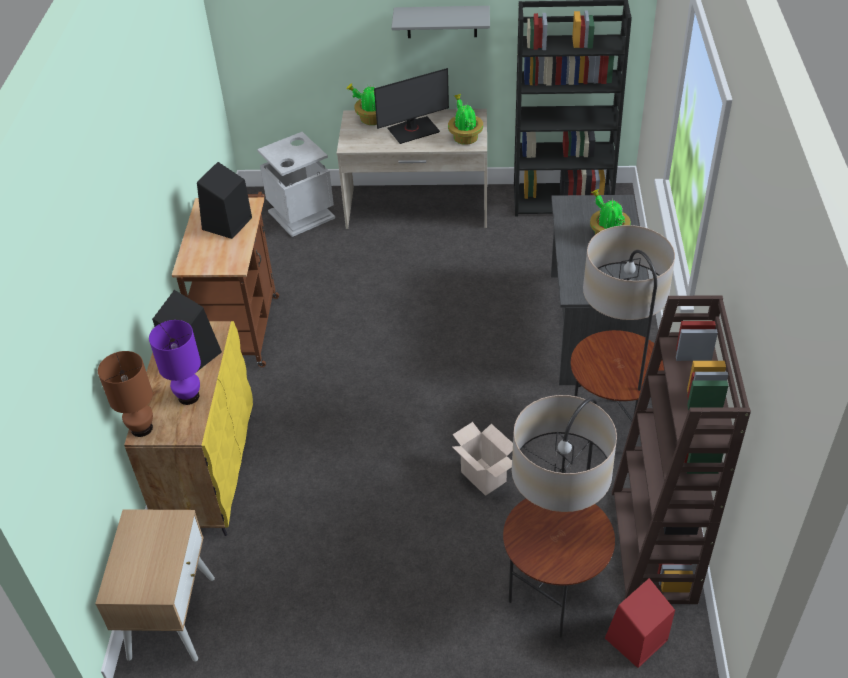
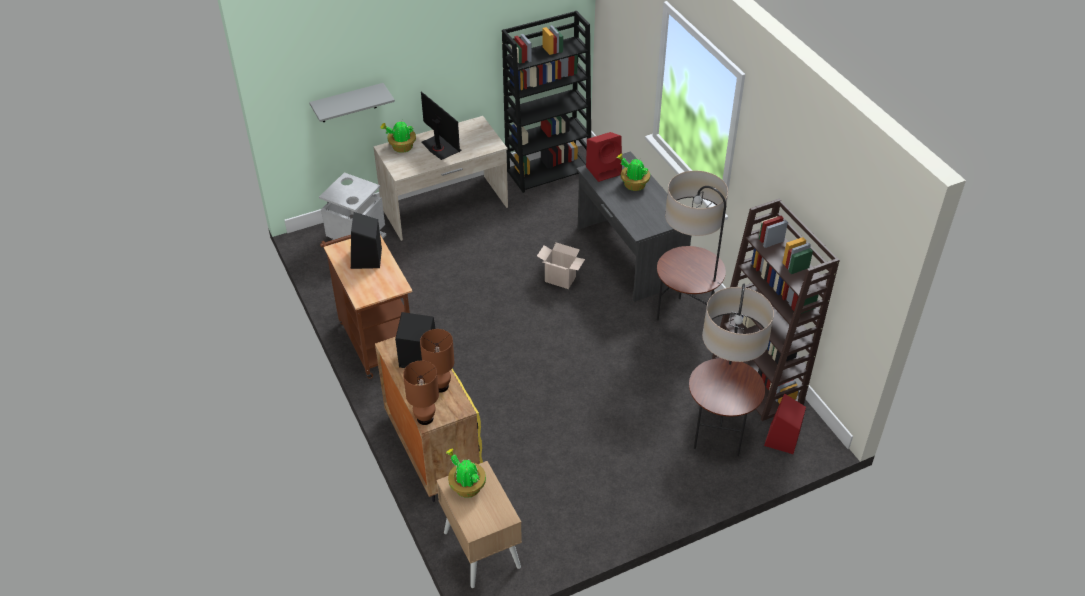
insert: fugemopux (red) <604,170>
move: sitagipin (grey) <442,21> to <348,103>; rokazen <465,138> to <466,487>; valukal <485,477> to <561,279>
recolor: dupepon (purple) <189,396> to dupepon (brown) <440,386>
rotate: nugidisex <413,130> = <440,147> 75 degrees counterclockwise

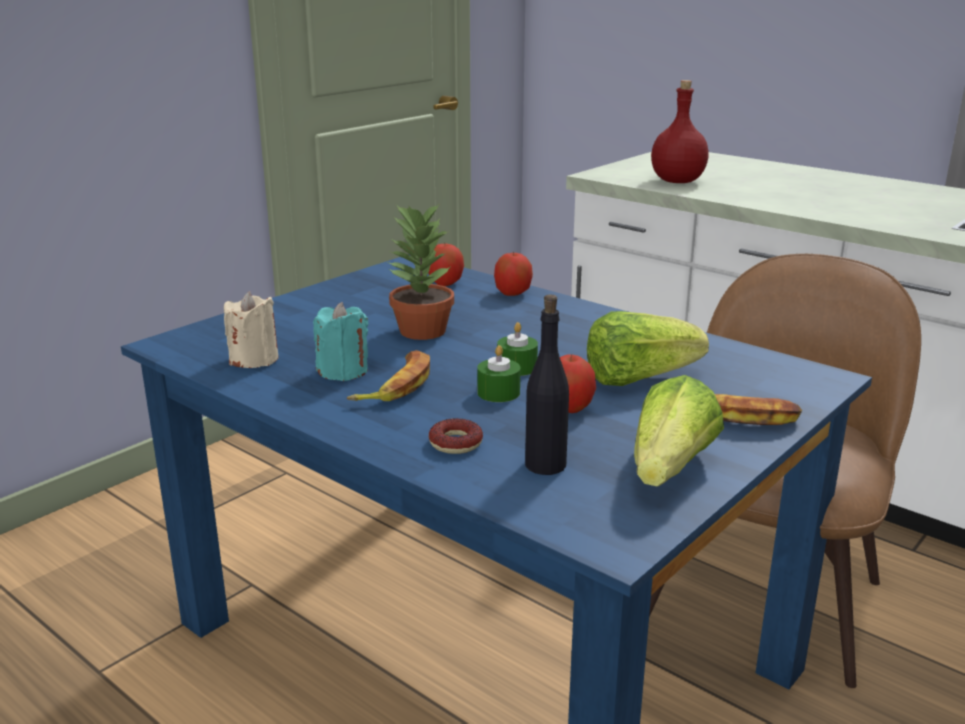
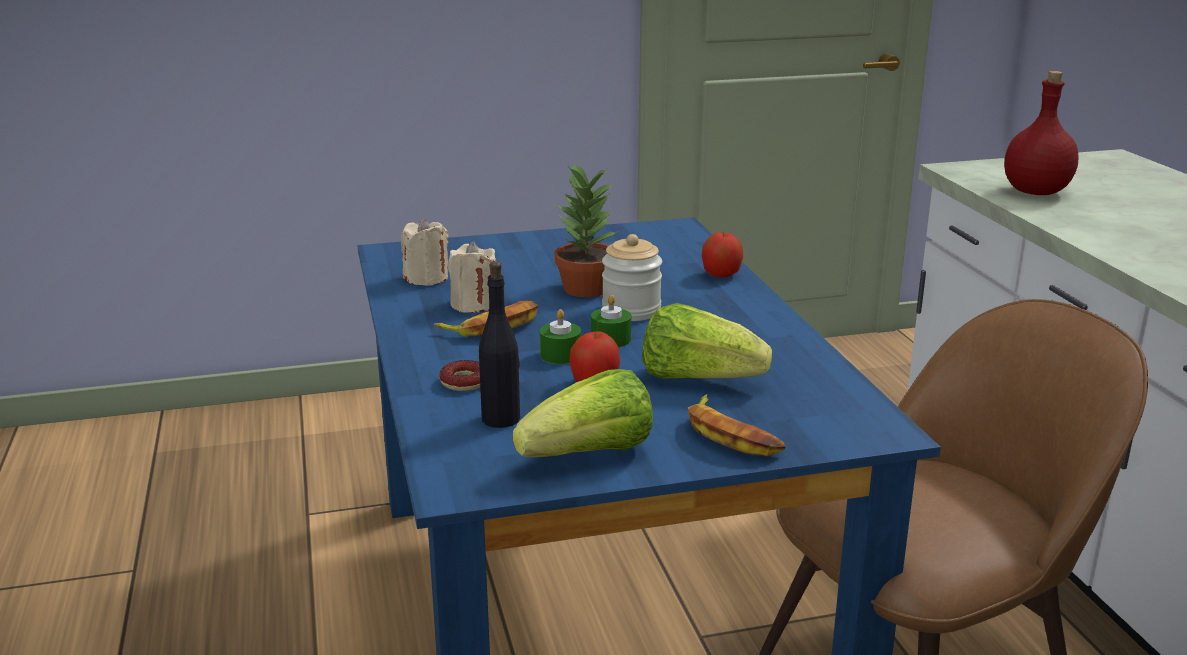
delete: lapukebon <445,283>
insert: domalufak <631,310>
recolor: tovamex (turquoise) <343,371> to tovamex (beige) <473,305>

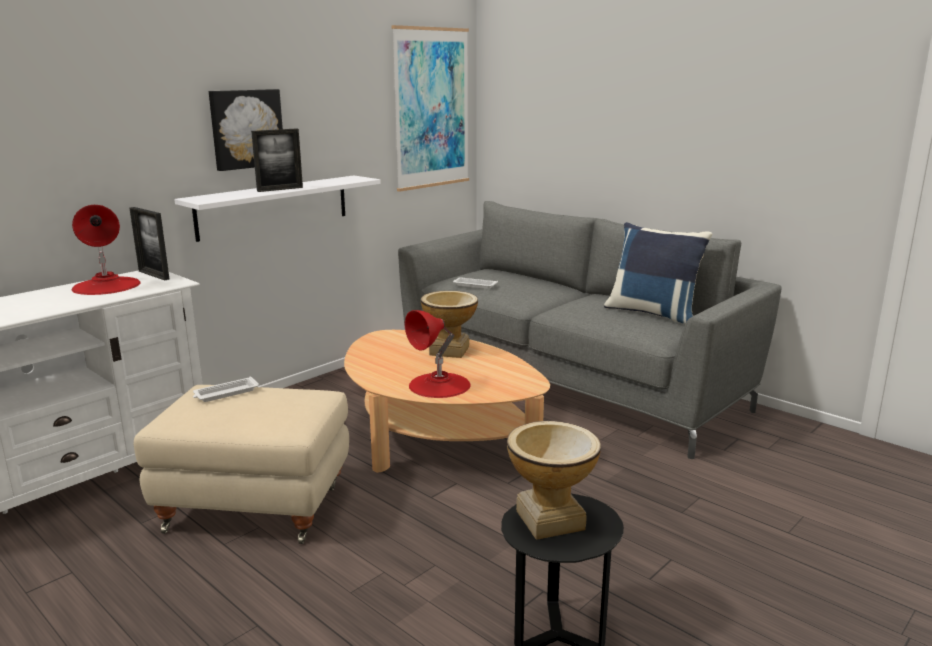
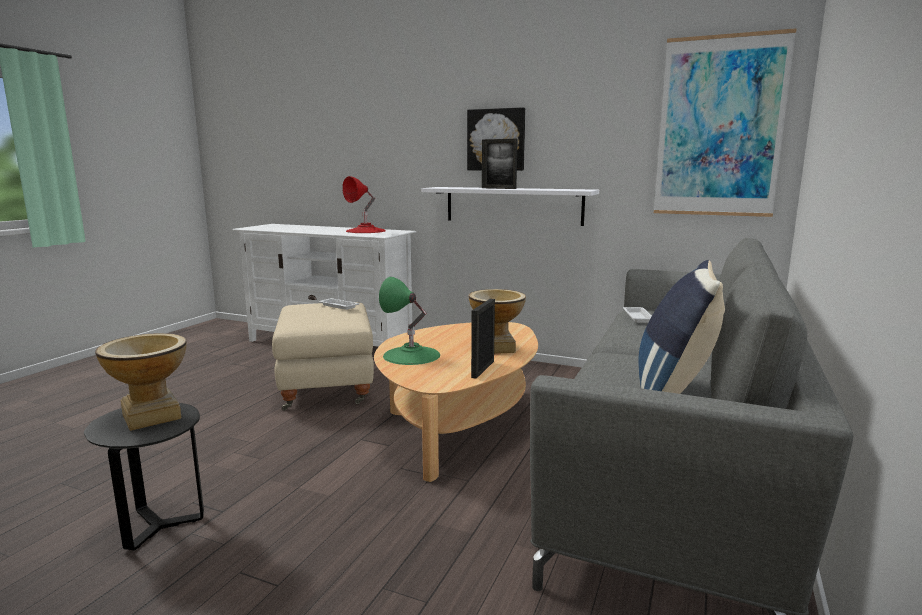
move: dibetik <153,275> to <483,369>
recolor: dupepon (red) <439,385> to dupepon (green) <411,355>

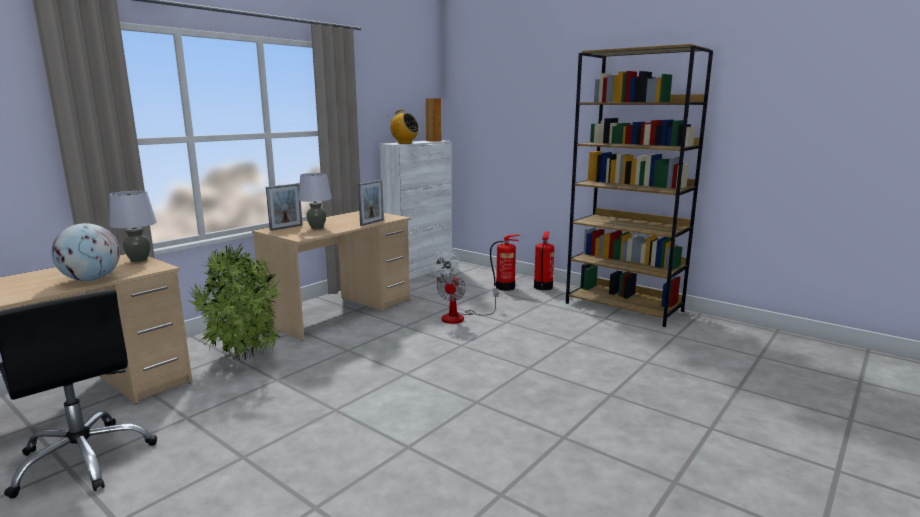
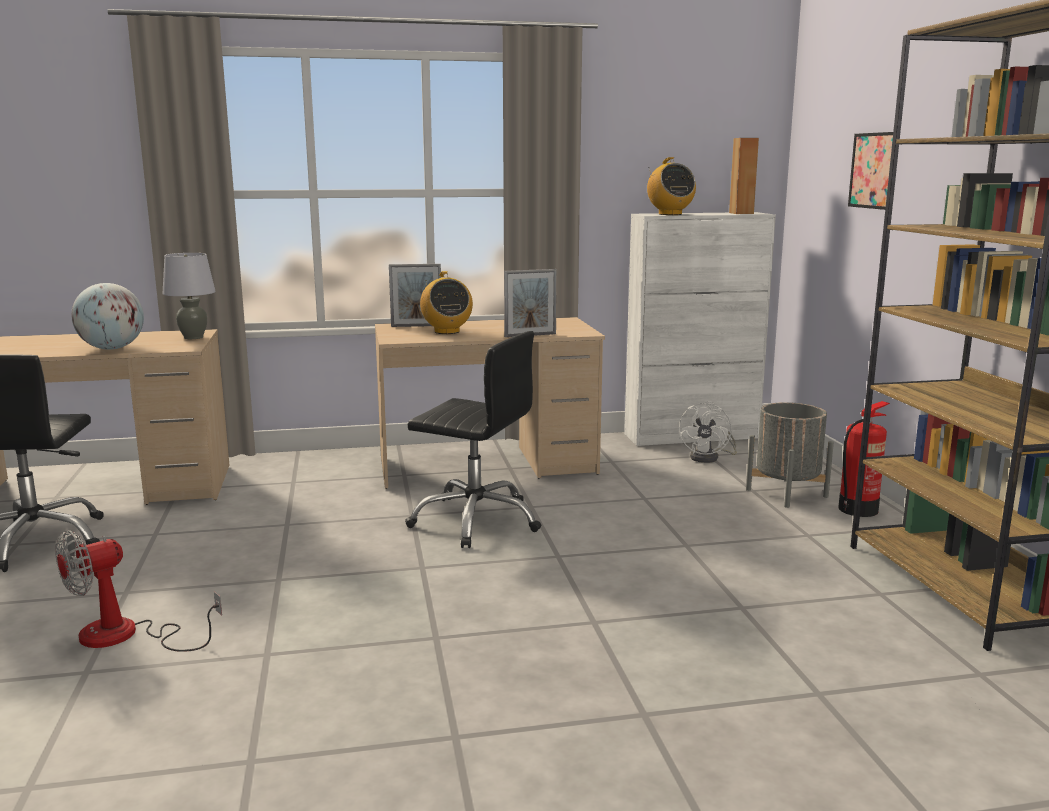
delete: rokazen <246,358>
insert: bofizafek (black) <476,520>; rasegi <873,170>
move: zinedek <460,317> to <126,636>
replace: dupepon (grey) <317,228> to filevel <446,331>; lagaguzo <505,287> to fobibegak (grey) <786,493>

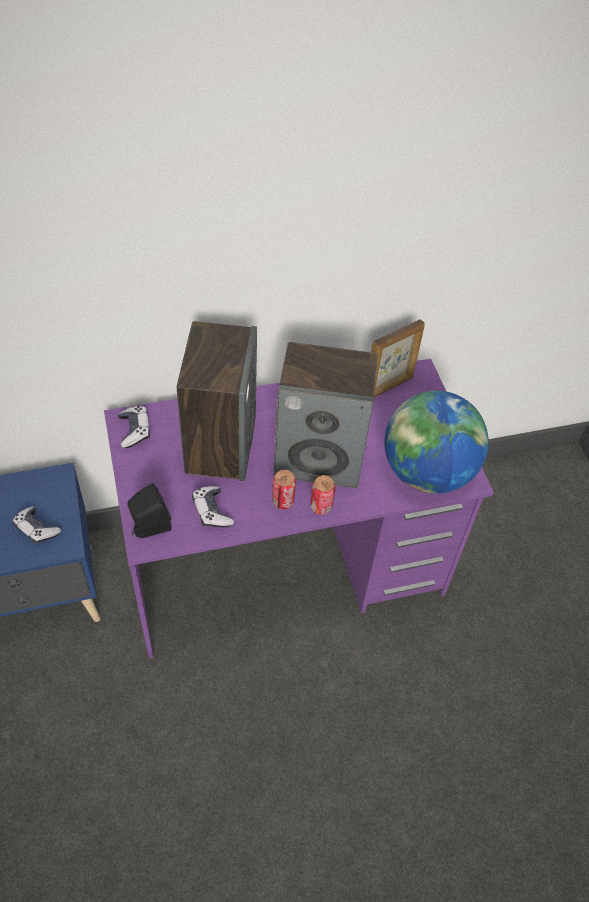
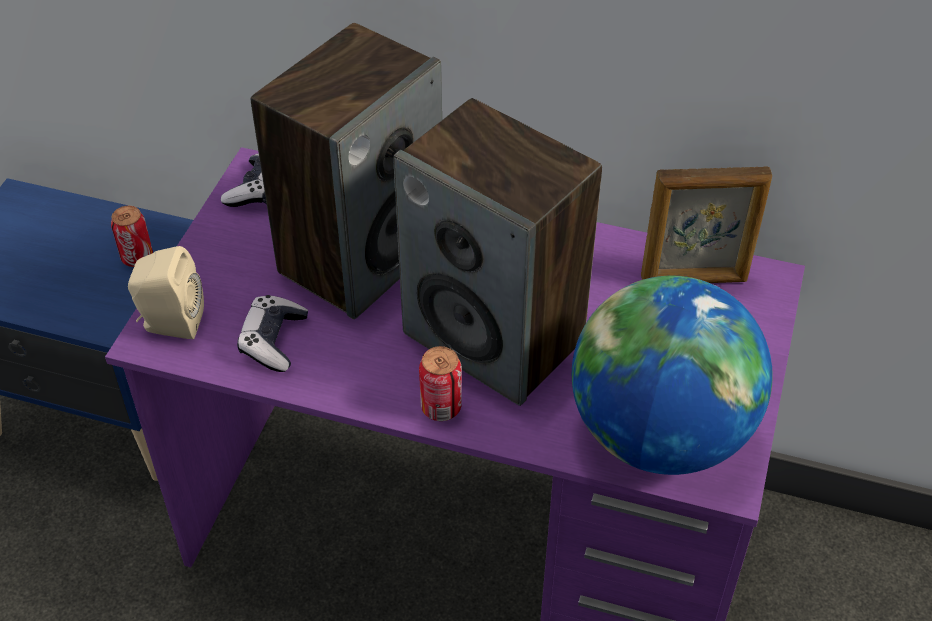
delete: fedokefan <36,529>
move: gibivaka <283,501> to <137,258>
recolor: fugemopux (black) <149,528> to fugemopux (beige) <170,324>

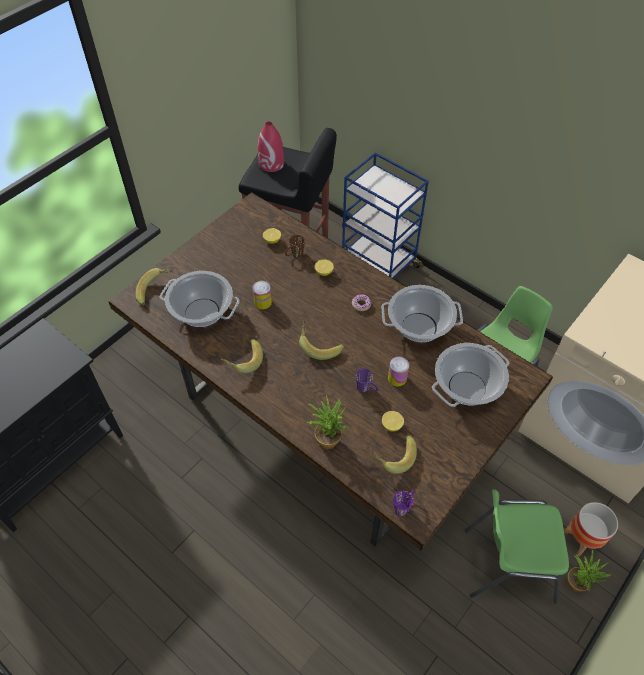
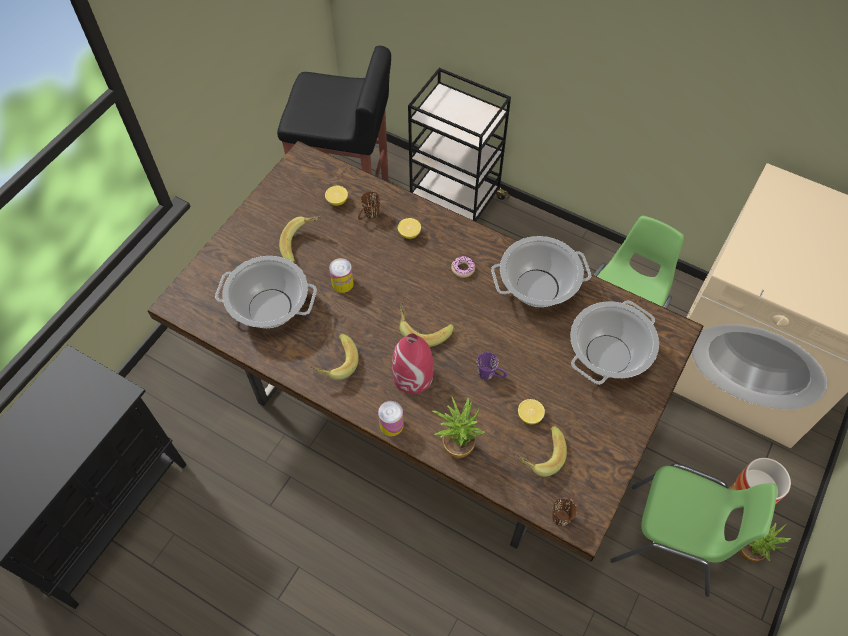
move: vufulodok <156,291> to <303,245>; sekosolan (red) <271,164> to <413,376>; gibivaka <397,378> to <391,425>
recolor: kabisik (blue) <378,264> to kabisik (black) <455,201>; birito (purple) <403,505> to birito (brown) <563,512>
rotate: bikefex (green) <507,563> = <669,542> 150 degrees counterclockwise

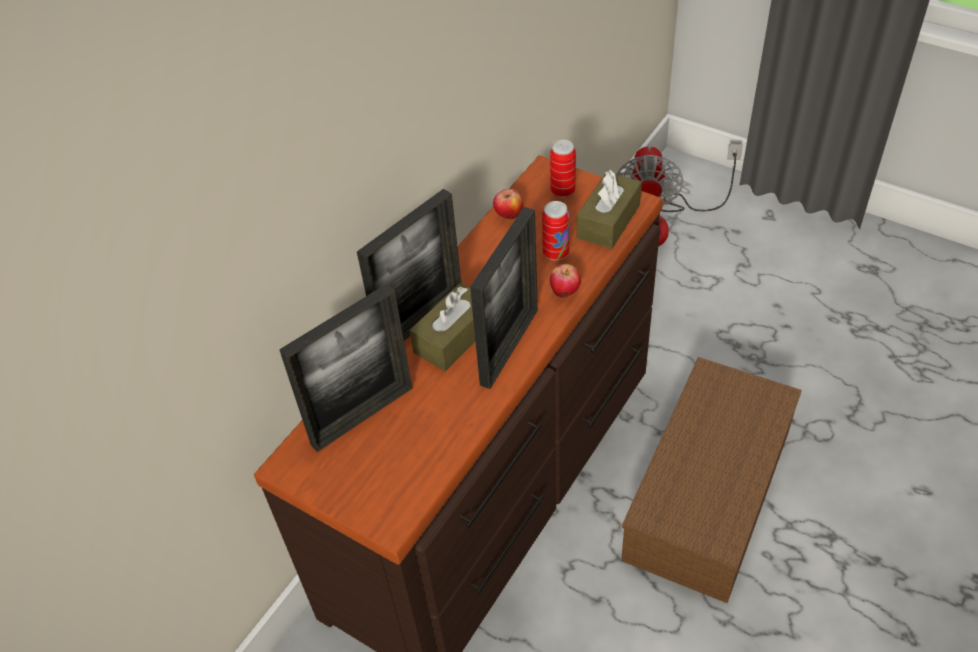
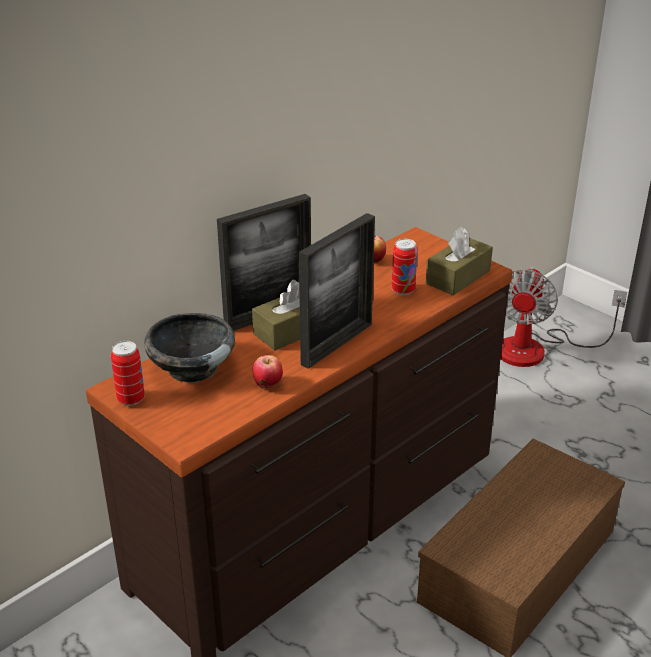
move: gibivaka <563,191> to <131,399>; lapukebon <565,292> to <268,385>
replace: dibetik <362,416> to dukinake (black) <192,367>

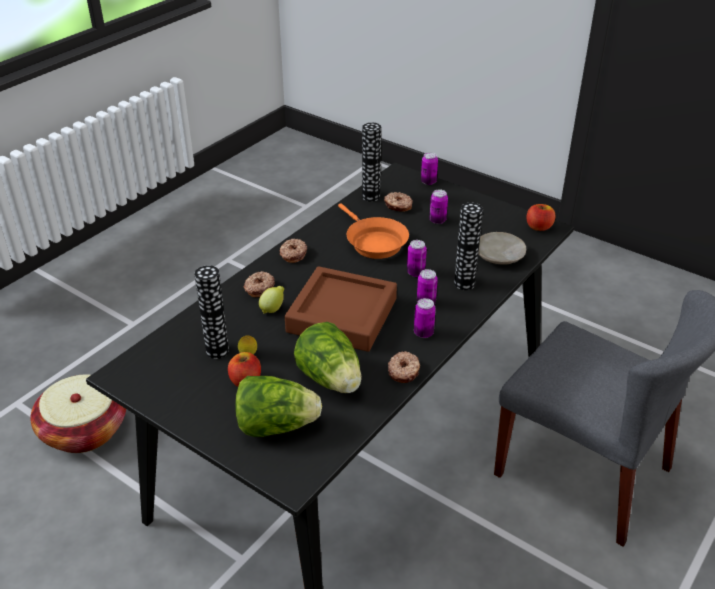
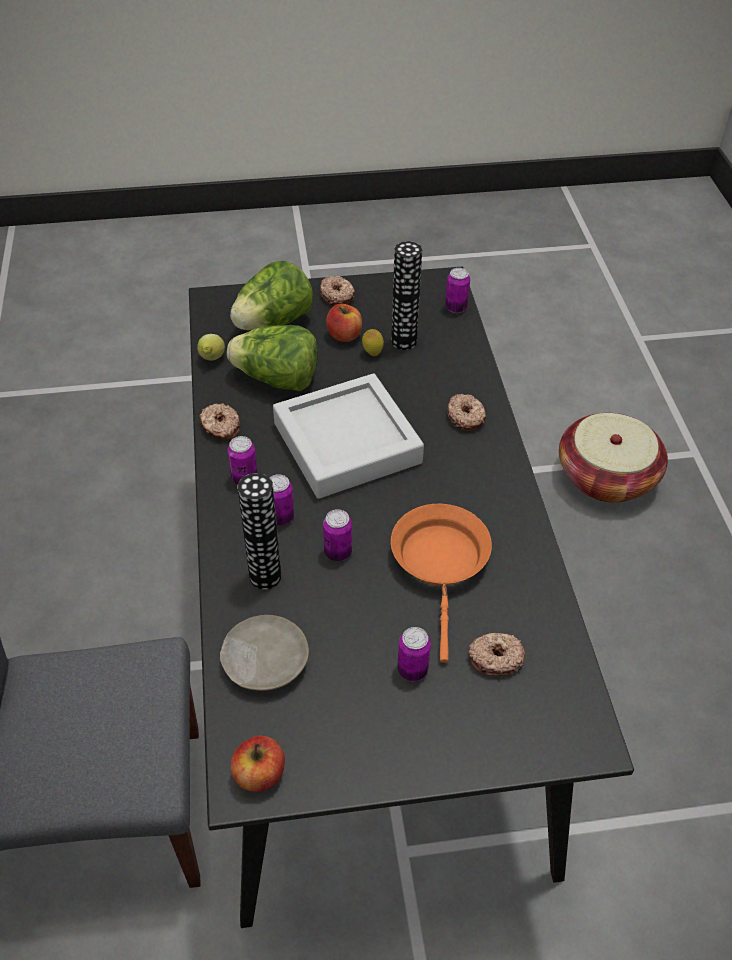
delete: sekosolan <371,196>
move: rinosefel <273,309> to <212,359>; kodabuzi <293,254> to <337,295>; gibivaka <428,182> to <456,308>
recolor: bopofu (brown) <342,315> to bopofu (grey) <347,443>
rotate: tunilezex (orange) <373,242> = <441,564> 75 degrees clockwise

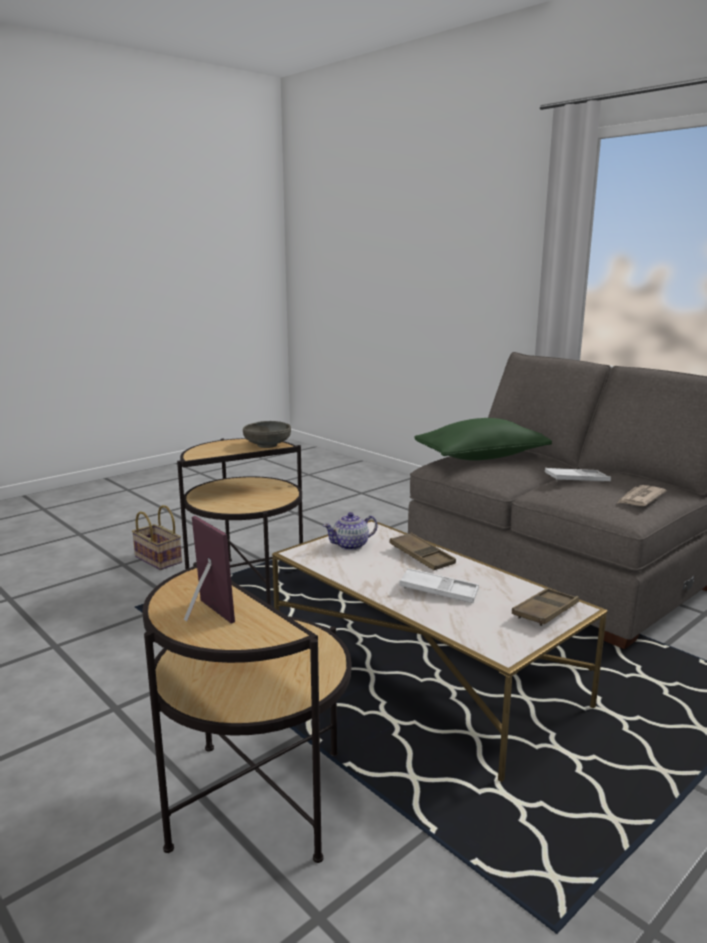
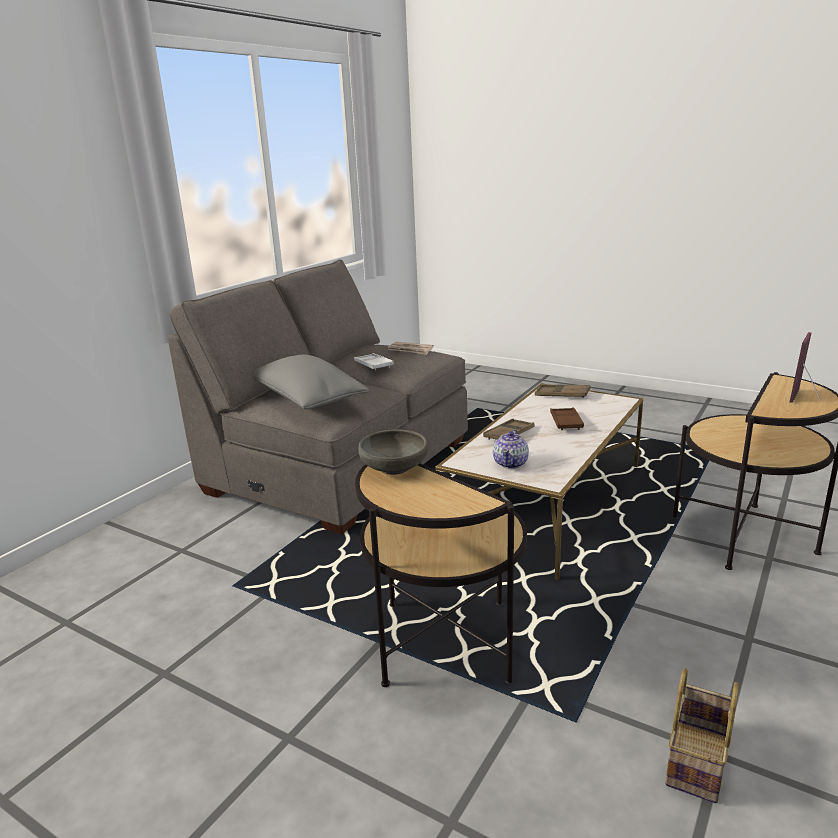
move: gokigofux <156,559> to <698,763>
recolor: bopofu (white) <439,591> to bopofu (brown) <566,422>; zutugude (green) <481,457> to zutugude (grey) <306,400>
rotate: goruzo <351,545> = <511,463> 60 degrees clockwise

